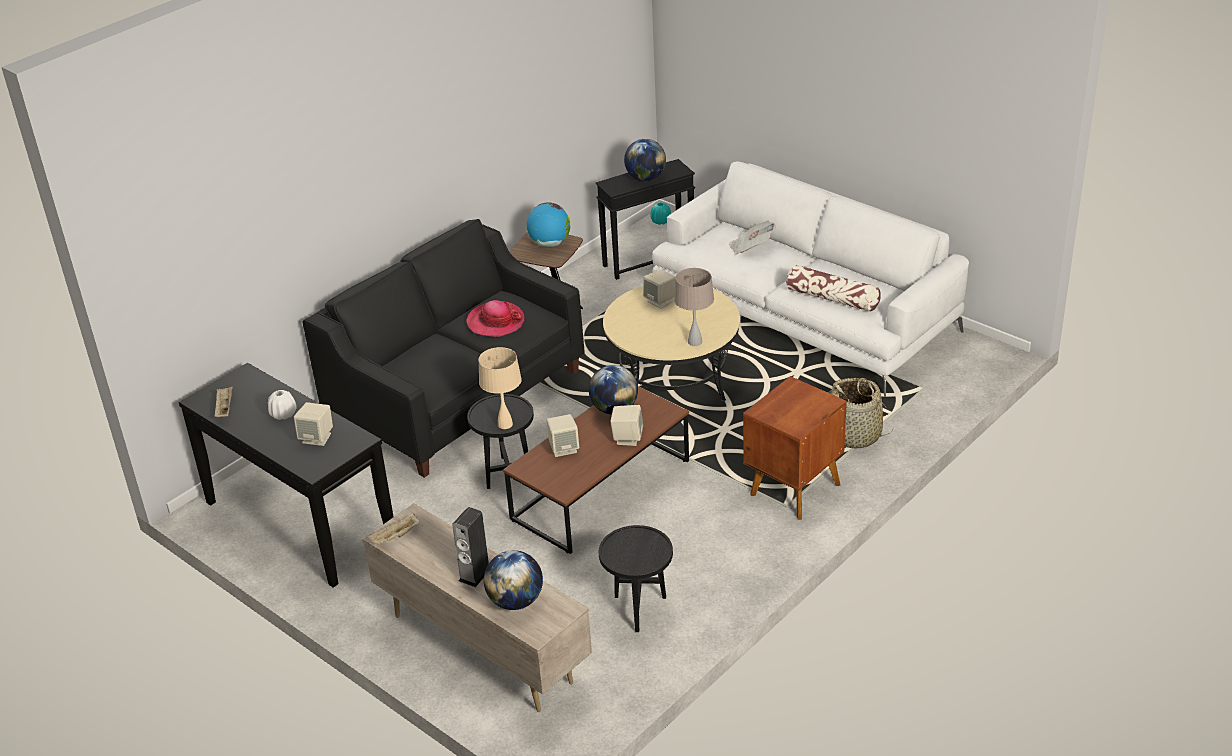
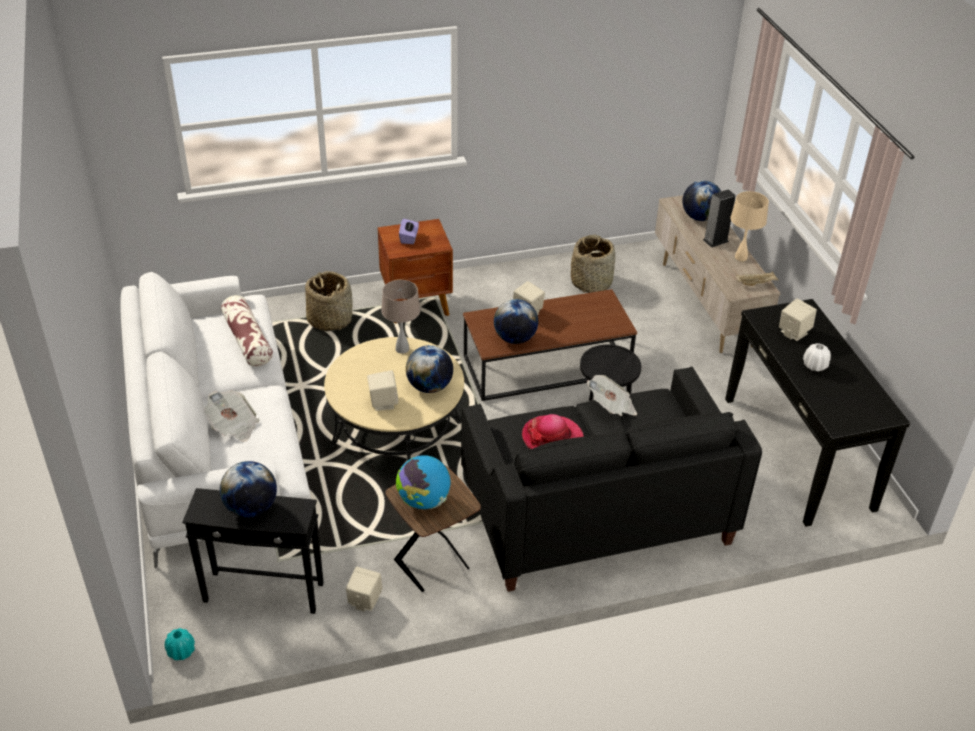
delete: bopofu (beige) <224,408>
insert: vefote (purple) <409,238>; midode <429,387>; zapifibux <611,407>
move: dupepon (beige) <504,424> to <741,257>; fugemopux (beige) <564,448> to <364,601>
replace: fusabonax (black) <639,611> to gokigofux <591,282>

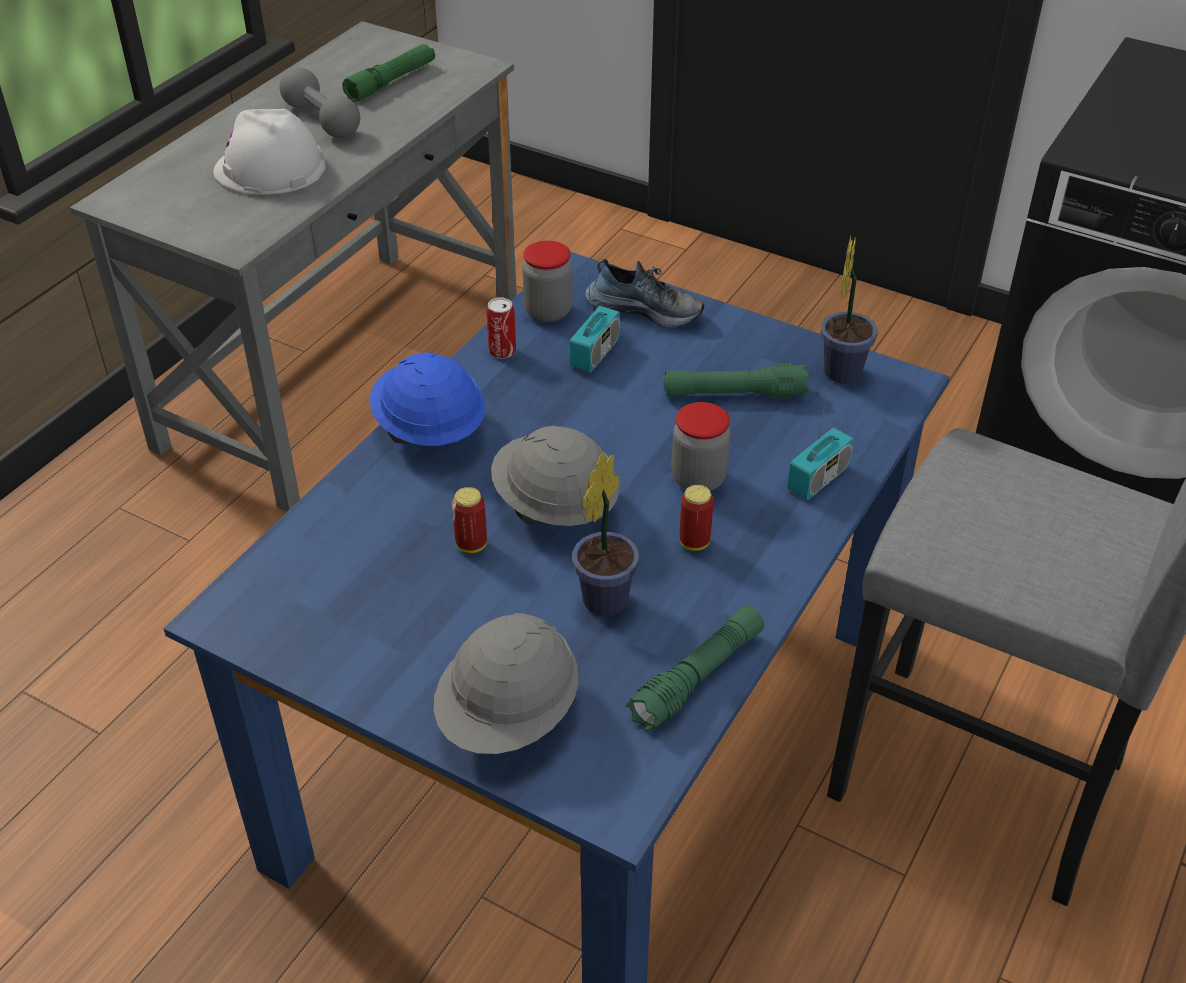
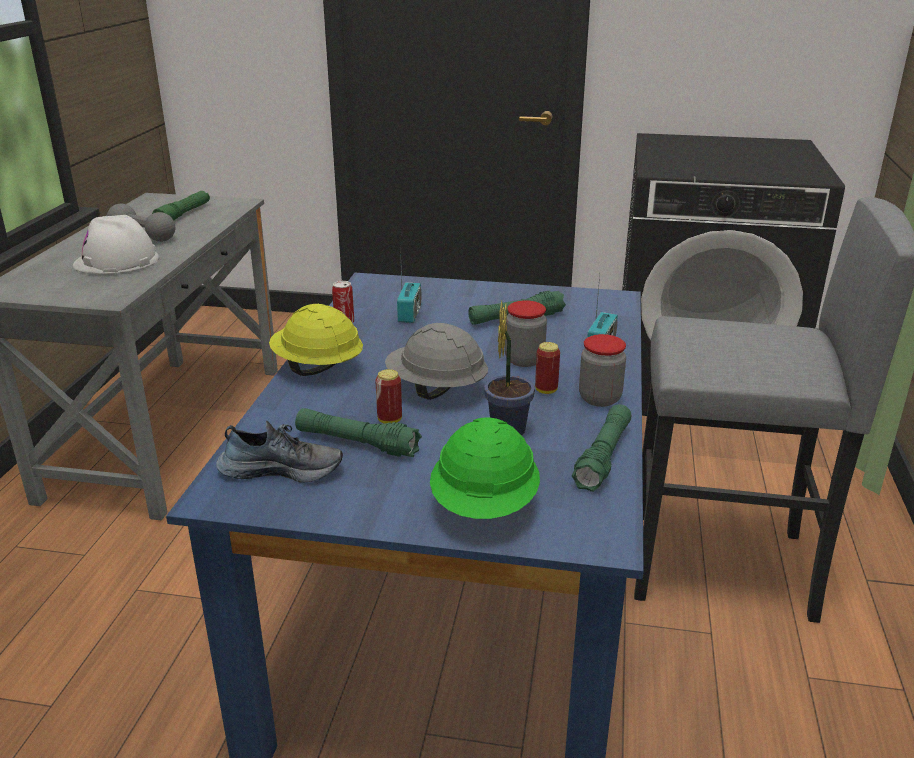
delete: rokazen <843,369>
insert: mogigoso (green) <357,443>
move: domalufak <548,311> to <599,398>; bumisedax <645,309> to <282,469>
recolor: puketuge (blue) <429,430> to puketuge (yellow) <317,368>; puketuge (grey) <509,716> to puketuge (green) <485,506>

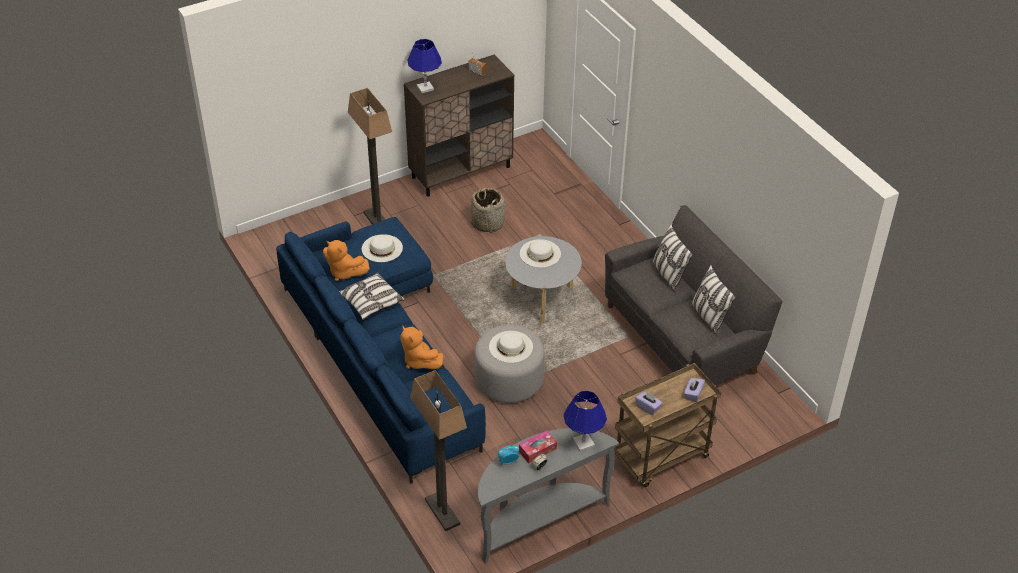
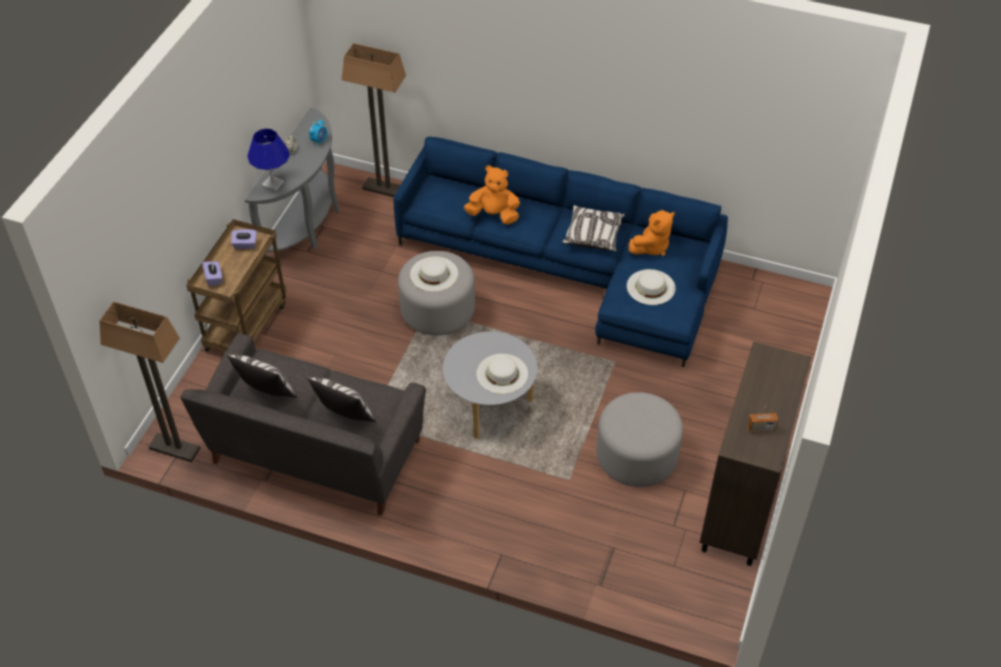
delete: dupepon (blue) <425,88>; vefote <537,450>
move: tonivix <377,221> to <174,449>
replace: gokigofux <487,223> to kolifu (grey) <636,456>
rotate: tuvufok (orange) <344,272> = <651,247> 150 degrees clockwise

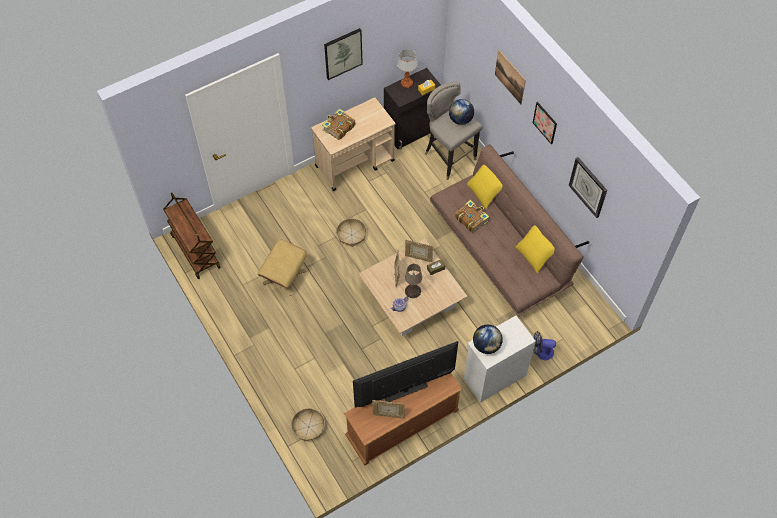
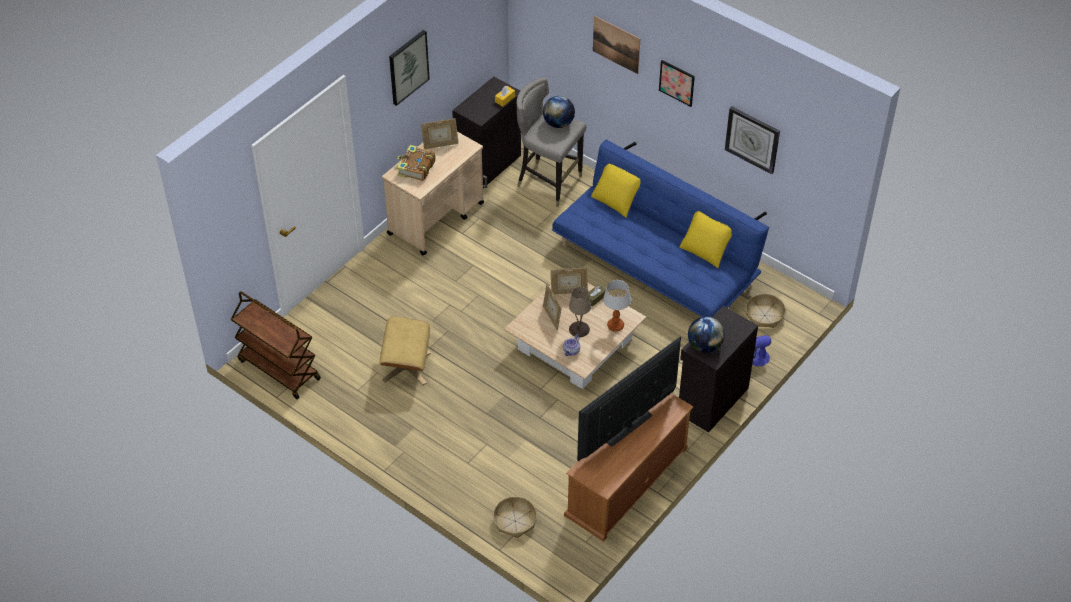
delete: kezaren <471,219>
move: gokigofux <351,235> to <764,315>; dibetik <388,415> to <440,145>; dupepon <407,83> to <615,326>
recolor: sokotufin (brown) <500,250> to sokotufin (blue) <655,265>; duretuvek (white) <494,376> to duretuvek (black) <711,400>

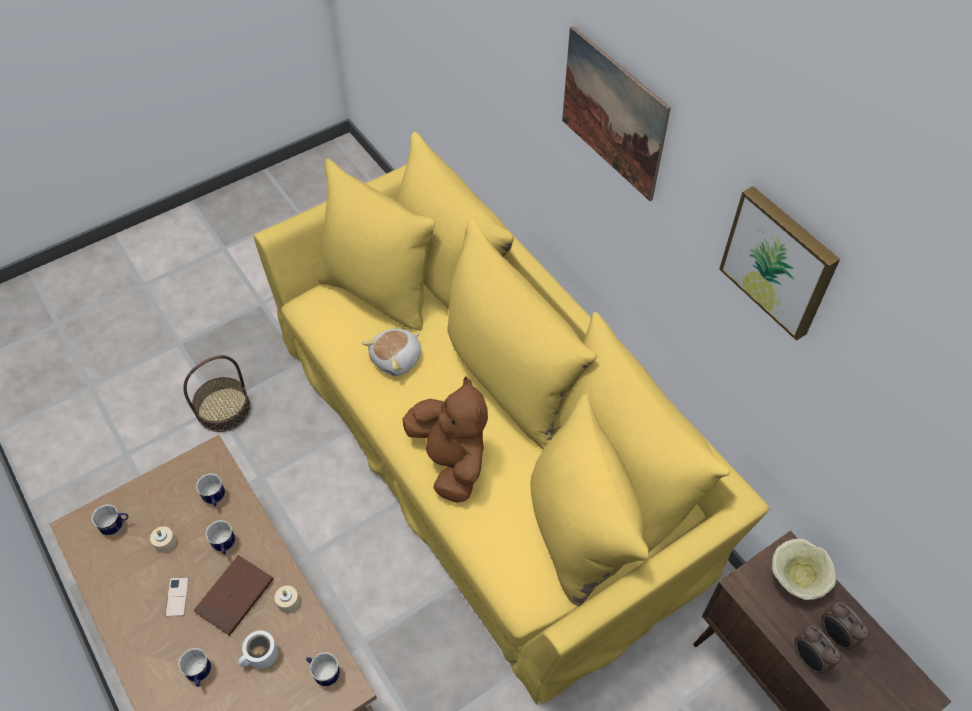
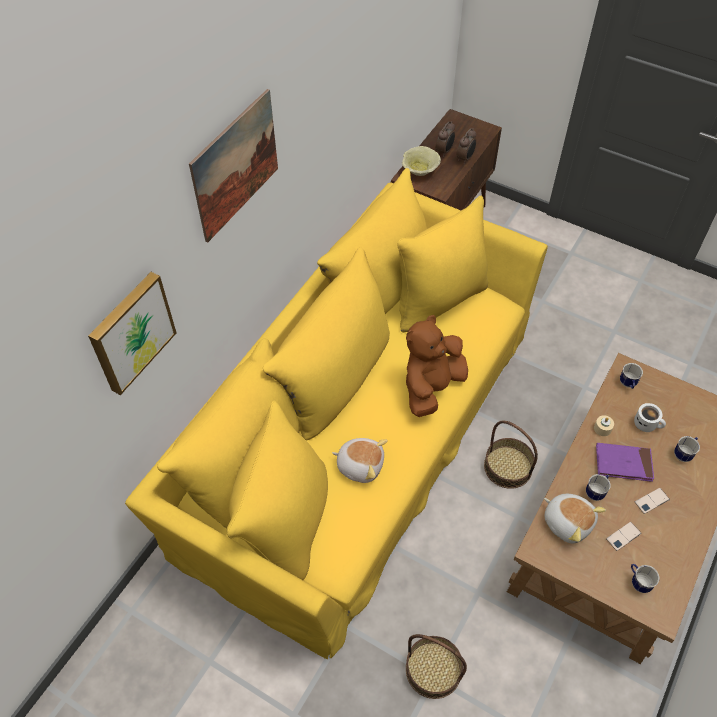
insert: gokigofux <508,467>
move: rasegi <780,261> to <131,332>
replace: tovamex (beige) <165,542> to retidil <623,536>; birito <215,499> to tuvufok <568,522>
recolor: kezaren (brown) <235,596> to kezaren (purple) <623,463>

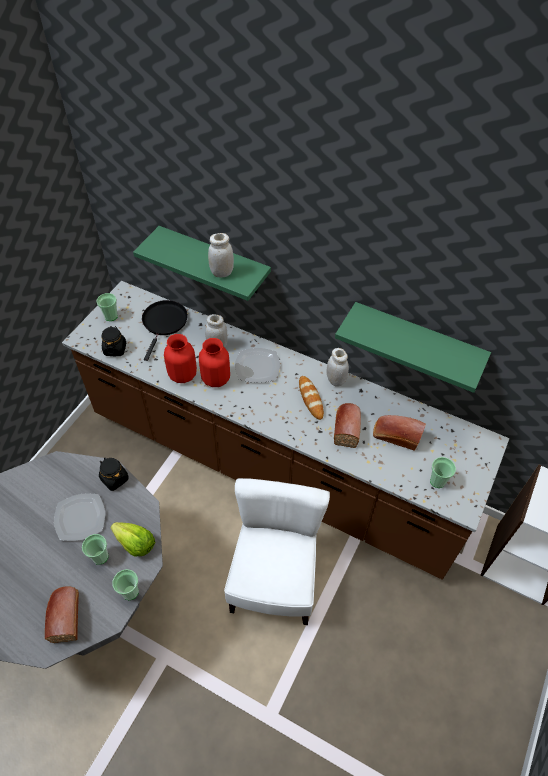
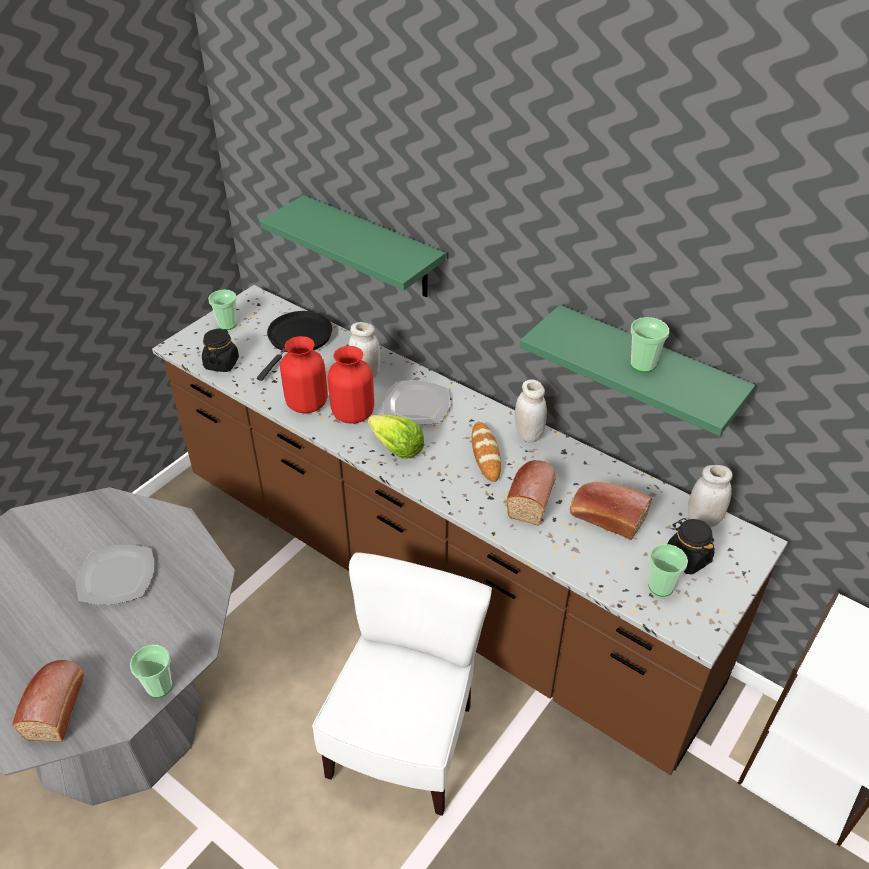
move: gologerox <100,557> to <642,364>; domalufak (black) <114,479> to <687,558>; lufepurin <135,544> to <396,448>; domalufak (white) <222,273> to <703,520>

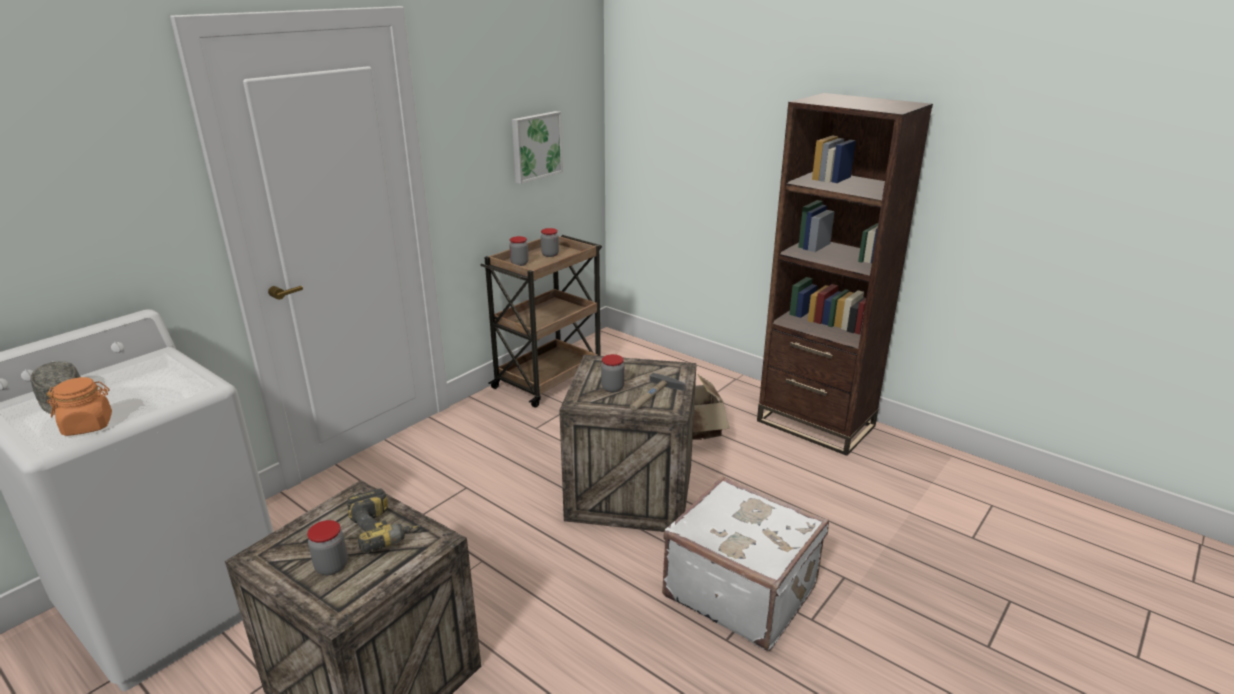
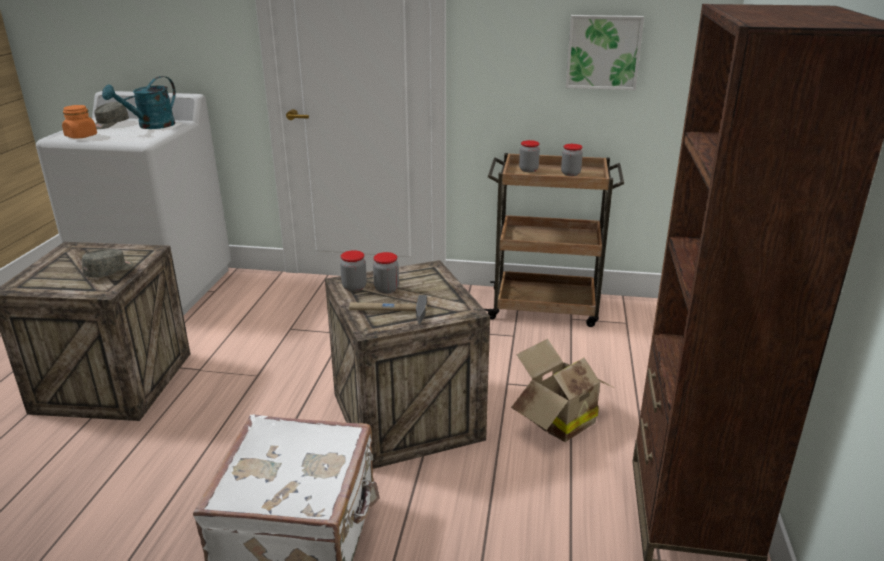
insert: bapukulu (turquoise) <151,126>
move: domalufak <331,566> to <354,287>
replace: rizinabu <385,530> to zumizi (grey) <110,271>

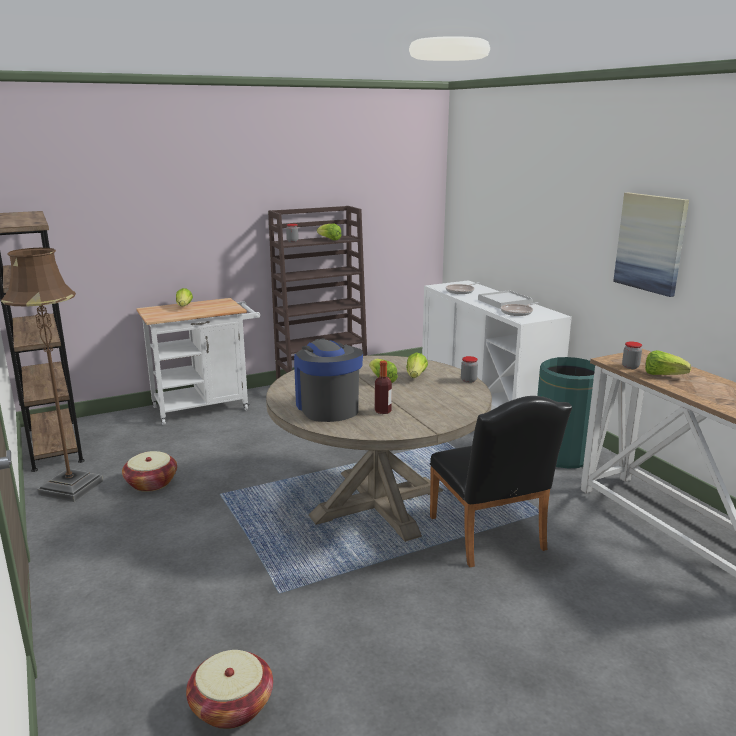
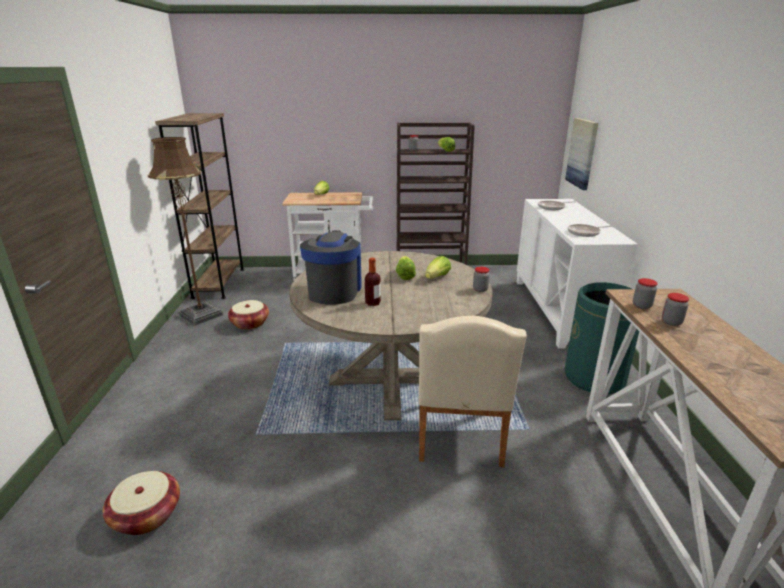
delete: bopofu (white) <505,302>
move: rasegi <650,243> to <582,153>
replace: lufepurin <663,375> to domalufak <671,322>
recolor: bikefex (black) <490,537> to bikefex (beige) <459,438>

